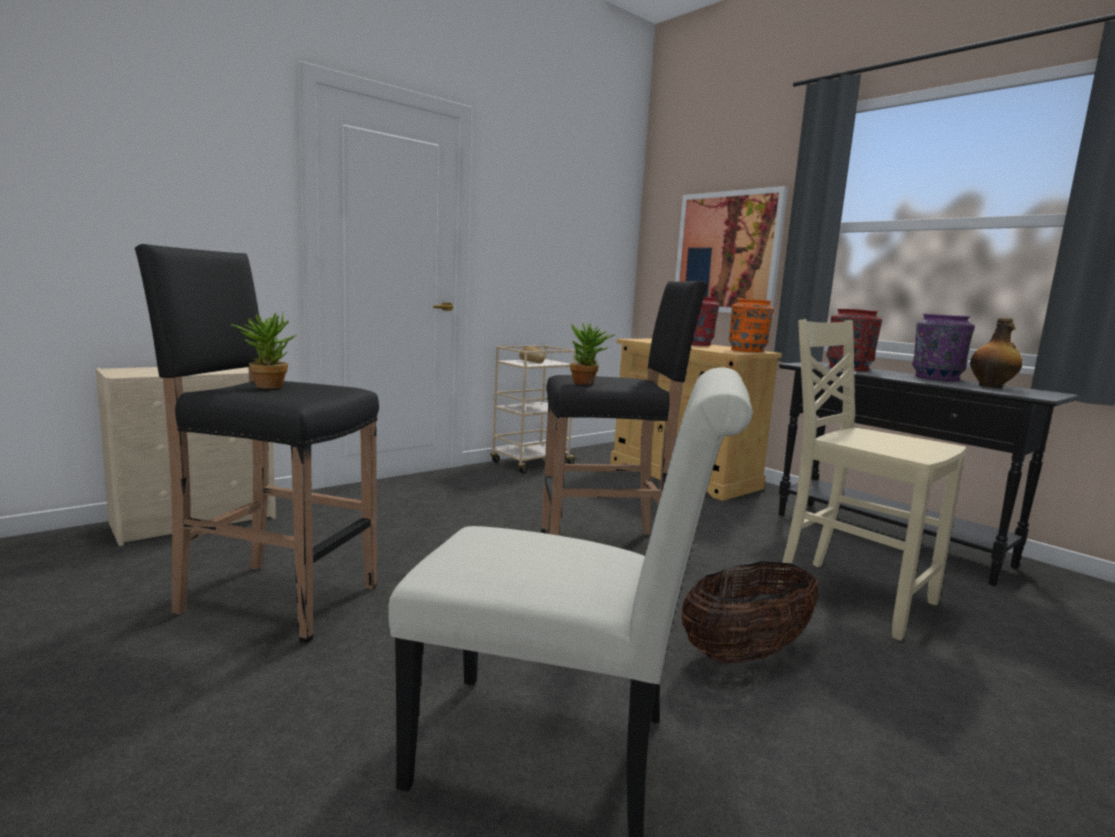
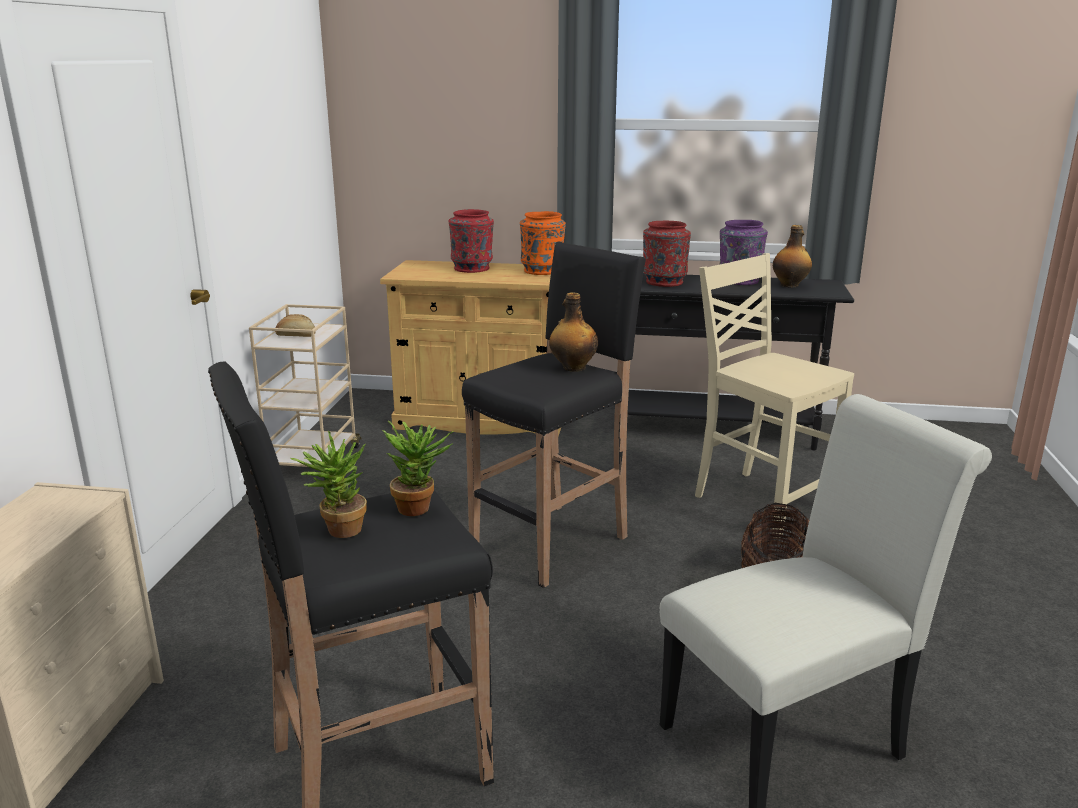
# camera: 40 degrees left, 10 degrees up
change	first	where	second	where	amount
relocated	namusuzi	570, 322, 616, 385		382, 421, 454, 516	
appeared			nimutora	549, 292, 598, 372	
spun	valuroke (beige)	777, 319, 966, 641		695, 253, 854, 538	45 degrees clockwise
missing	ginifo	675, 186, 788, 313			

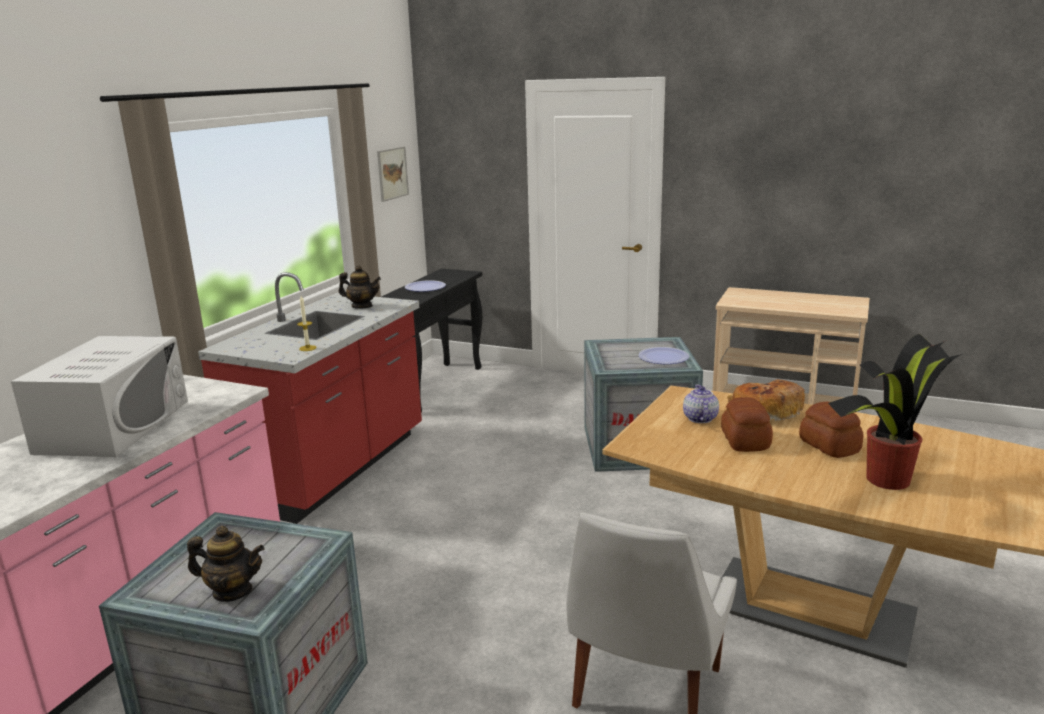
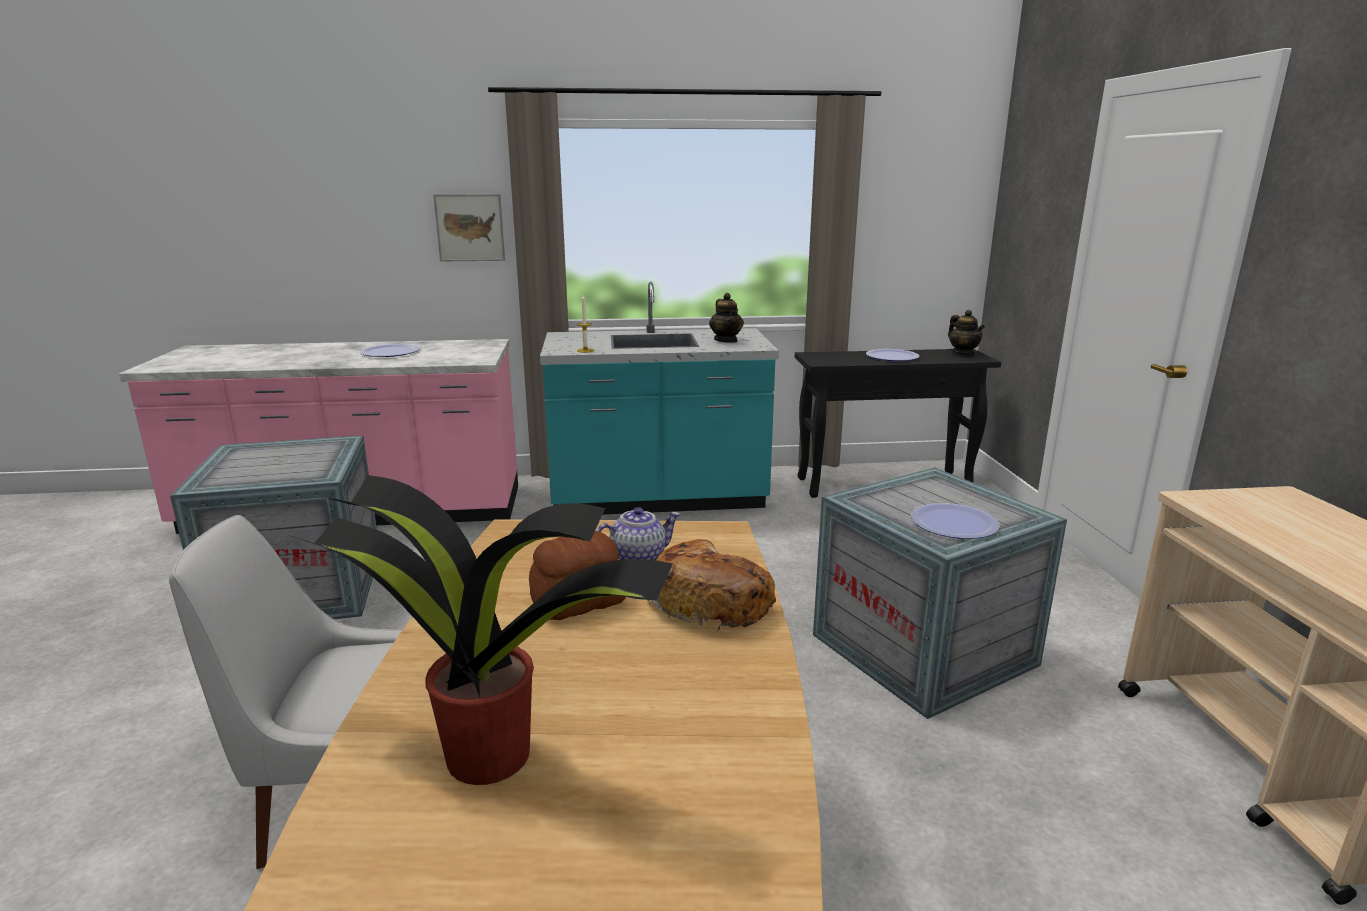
# camera: 60 degrees right, 0 degrees up
change	first	where	second	where	amount
exchanged	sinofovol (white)	11, 336, 188, 457	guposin	360, 344, 420, 357	
relocated	ginifo	377, 146, 409, 202		433, 194, 505, 262	
colour	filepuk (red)	198, 272, 422, 524	filepuk (turquoise)	540, 282, 779, 515	
relocated	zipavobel	187, 526, 265, 602		948, 310, 985, 356	
missing	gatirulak	799, 401, 863, 458			

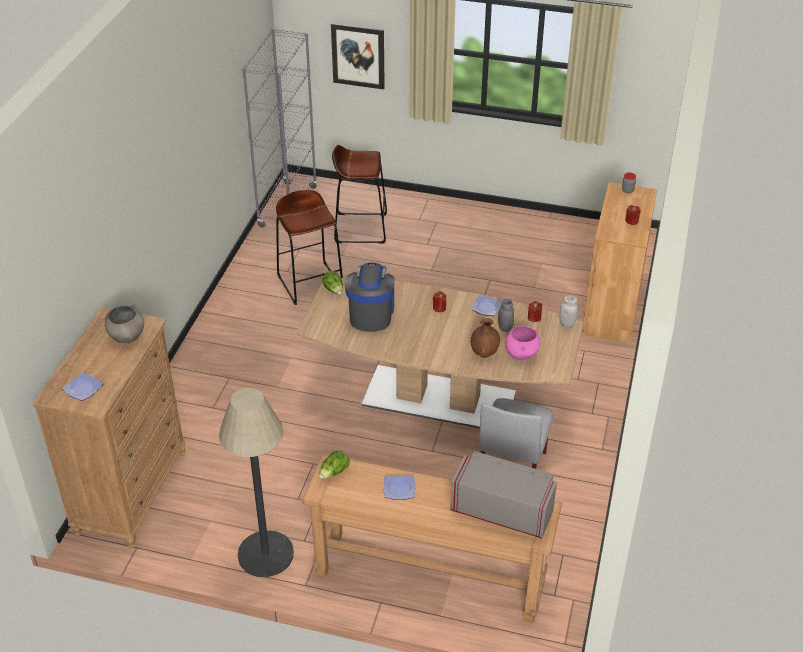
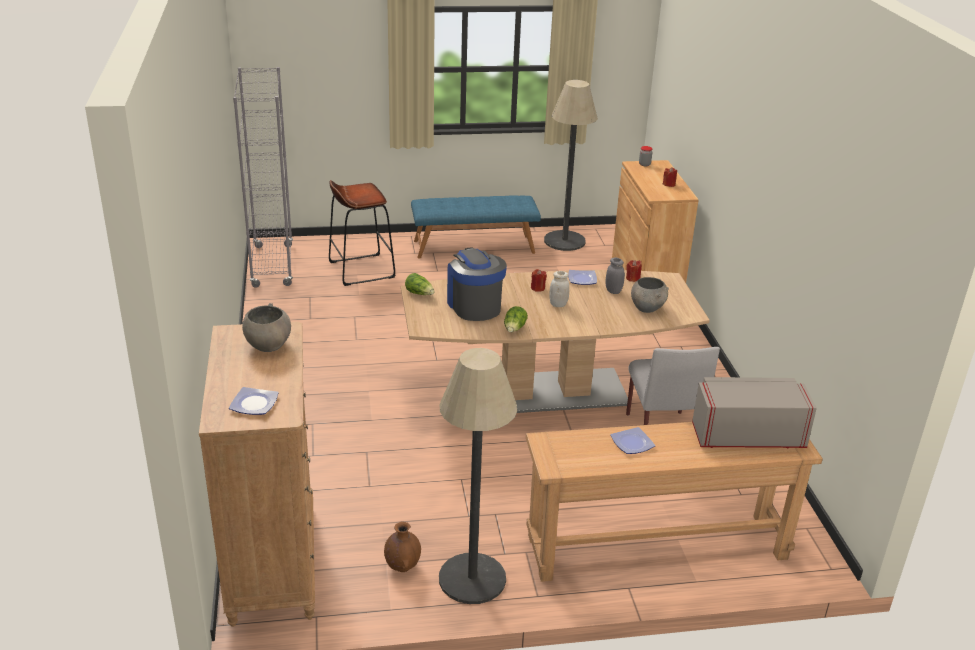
# camera: 25 degrees left, 10 degrees down
change	first	where	second	where	amount
relocated	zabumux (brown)	471, 318, 500, 358		384, 522, 421, 572	
appeared			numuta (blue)	411, 195, 541, 259	
relocated	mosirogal	319, 450, 350, 479		504, 306, 528, 332	
appeared			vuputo	544, 80, 598, 251	
relocated	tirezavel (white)	560, 295, 578, 327		550, 271, 569, 307	
colour	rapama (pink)	505, 326, 541, 360	rapama (grey)	631, 277, 669, 313	
missing	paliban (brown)	276, 190, 343, 305			
missing	ginifo	331, 23, 385, 89			

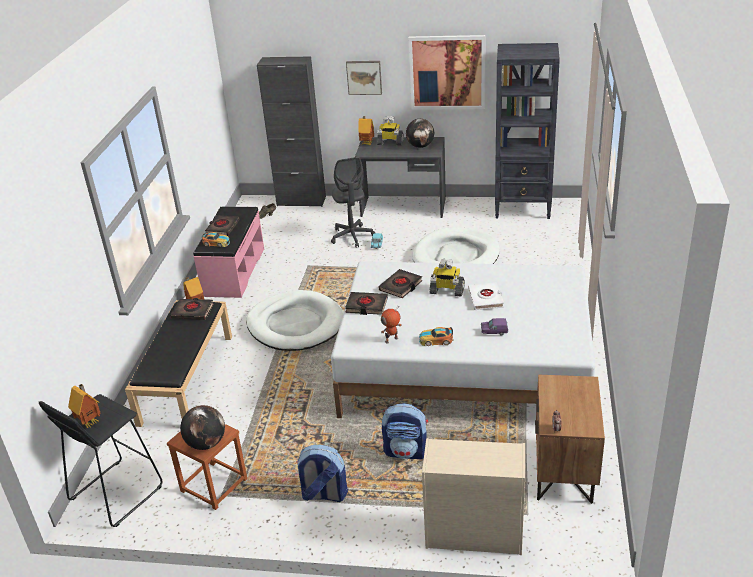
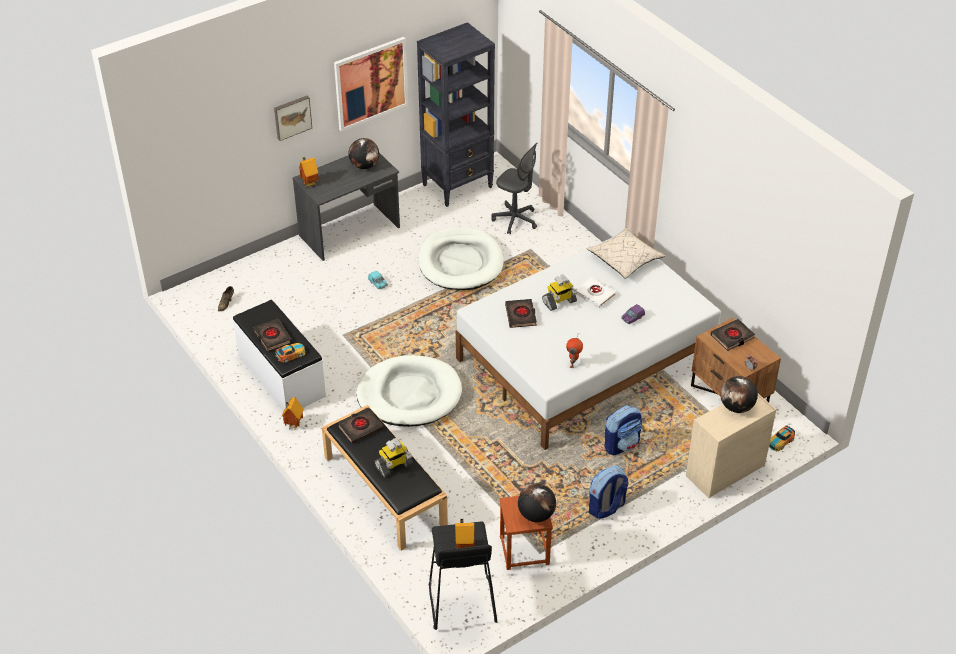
# camera: 45 degrees left, 10 degrees up
change	first	where	second	where	amount
colour	numuta (pink)	193, 207, 264, 298	numuta (white)	233, 300, 326, 411	
relocated	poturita	377, 116, 404, 145		374, 438, 413, 477	
relocated	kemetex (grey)	331, 157, 375, 248		491, 143, 537, 235	
appeared			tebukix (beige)	586, 228, 665, 279	
relocated	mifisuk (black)	345, 292, 388, 315		710, 319, 755, 351	
appeared			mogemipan	720, 376, 758, 413	
relocated	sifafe	419, 327, 454, 346		769, 425, 795, 451	
missing	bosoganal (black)	257, 56, 326, 207			

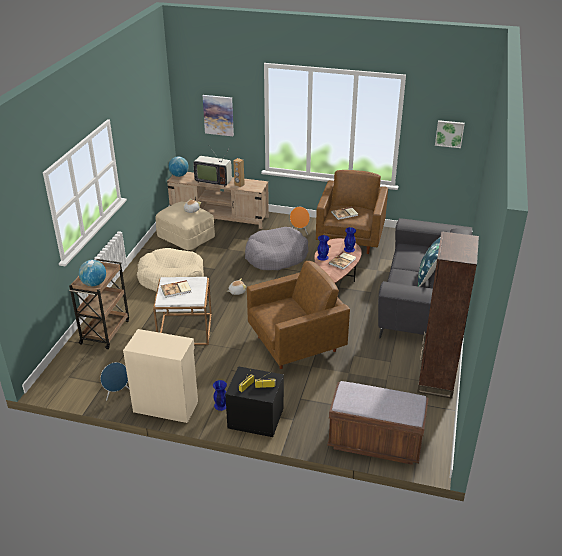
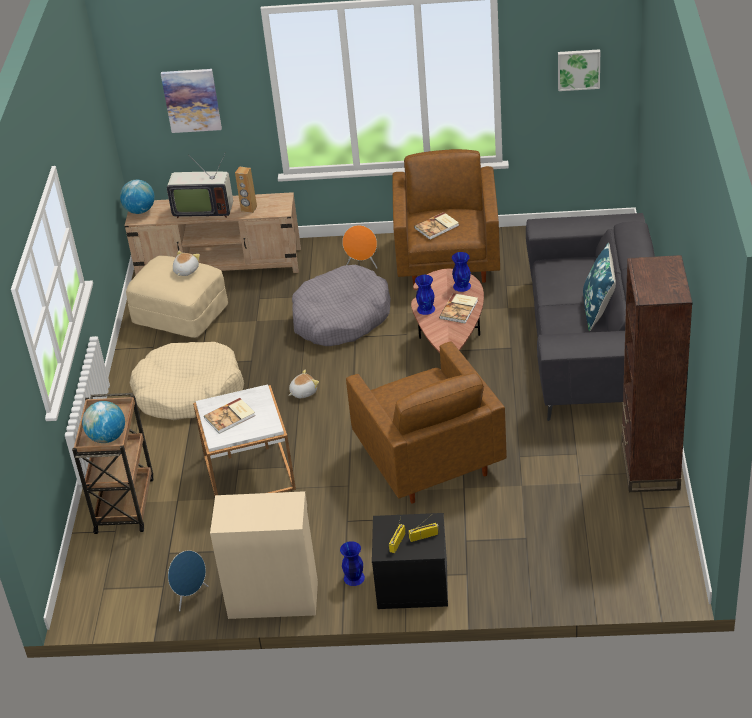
# camera: 10 degrees left, 5 degrees up
change	first	where	second	where	amount
spun	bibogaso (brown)	247, 261, 350, 369		346, 341, 507, 504	105 degrees clockwise
missing	numuta (brown)	327, 381, 429, 465			

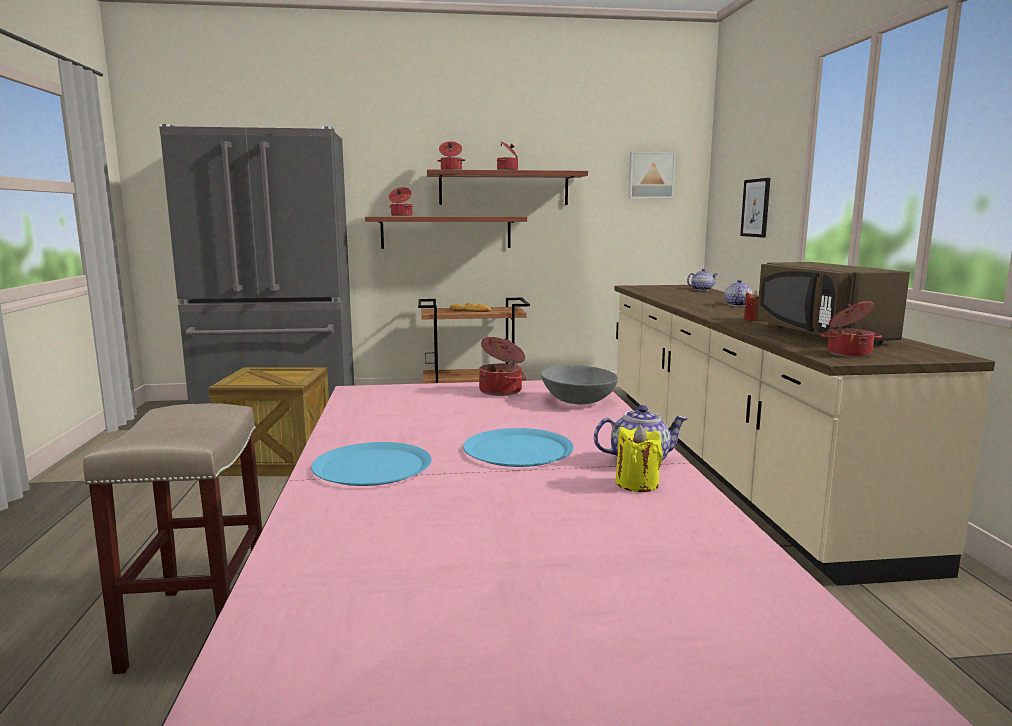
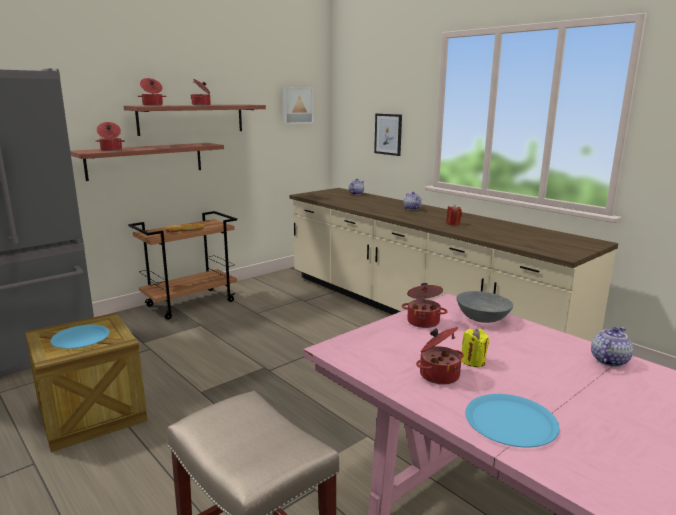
# camera: 35 degrees left, 5 degrees up
change	first	where	second	where	amount
relocated	guposin (blue)	463, 428, 574, 467		50, 325, 110, 349	
relocated	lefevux	821, 301, 882, 357		416, 327, 464, 385	
relocated	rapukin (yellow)	616, 425, 663, 492		461, 329, 489, 367	
missing	sinofovol (brown)	757, 262, 910, 344			

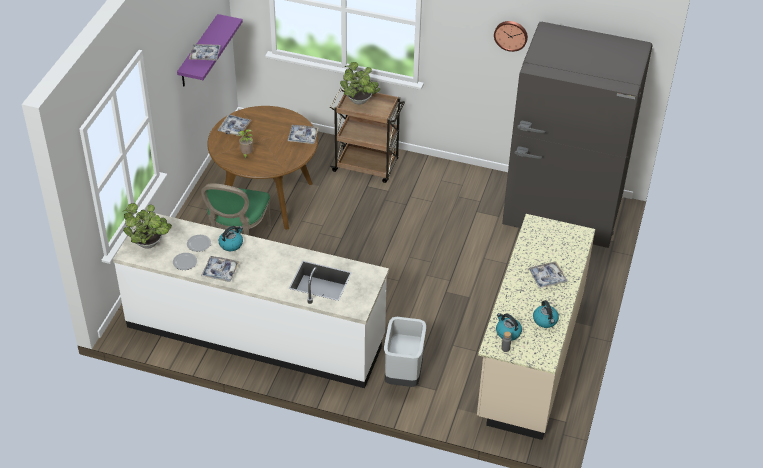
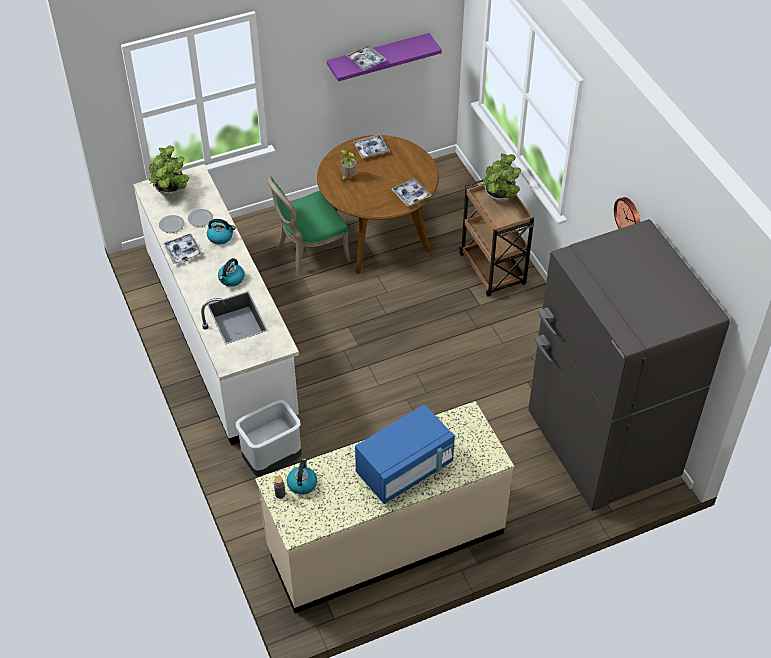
# camera: 50 degrees right, 5 degrees up
change	first	where	second	where	amount
relocated	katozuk	533, 300, 559, 328		218, 258, 244, 287	
exchanged	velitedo	528, 261, 568, 288	sinofovol (blue)	355, 405, 455, 504	

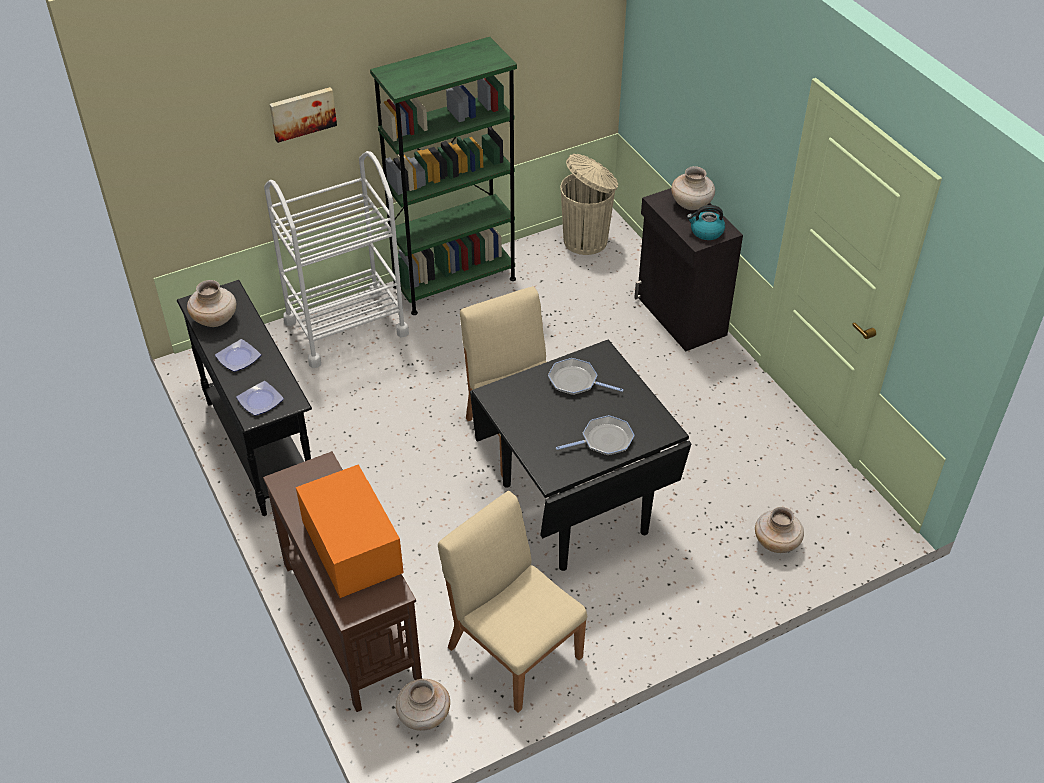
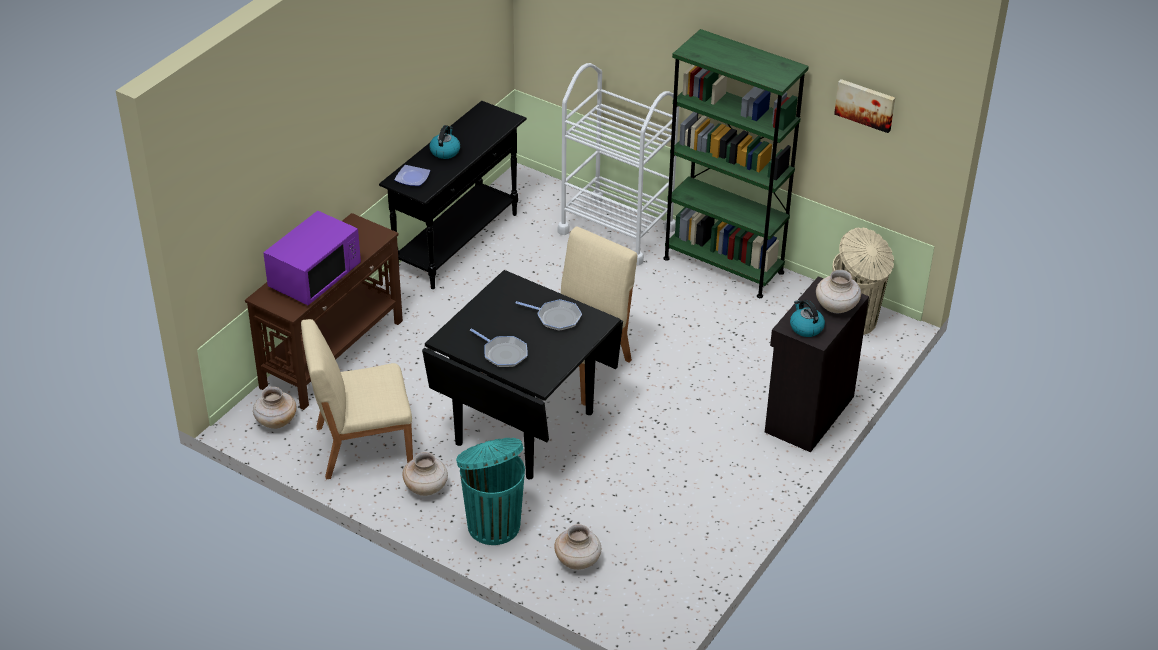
# camera: 60 degrees right, 5 degrees down
change	first	where	second	where	amount
colour	sinofovol (orange)	296, 464, 404, 598	sinofovol (purple)	263, 211, 361, 305	
spun	valuroke (beige)	438, 491, 587, 713		301, 319, 413, 480	120 degrees counterclockwise
relocated	zabumux (beige)	187, 280, 236, 327		402, 452, 448, 496	
exchanged	guposin	215, 339, 261, 372	katozuk	429, 125, 460, 159	
appeared			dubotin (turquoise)	456, 438, 525, 545	
spun	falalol	548, 358, 624, 395		516, 299, 582, 331	120 degrees clockwise
relocated	ginifo	269, 87, 337, 143		834, 79, 895, 133	

